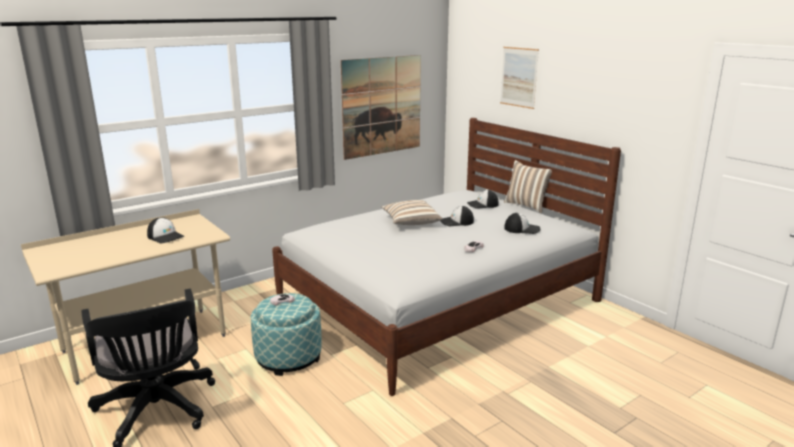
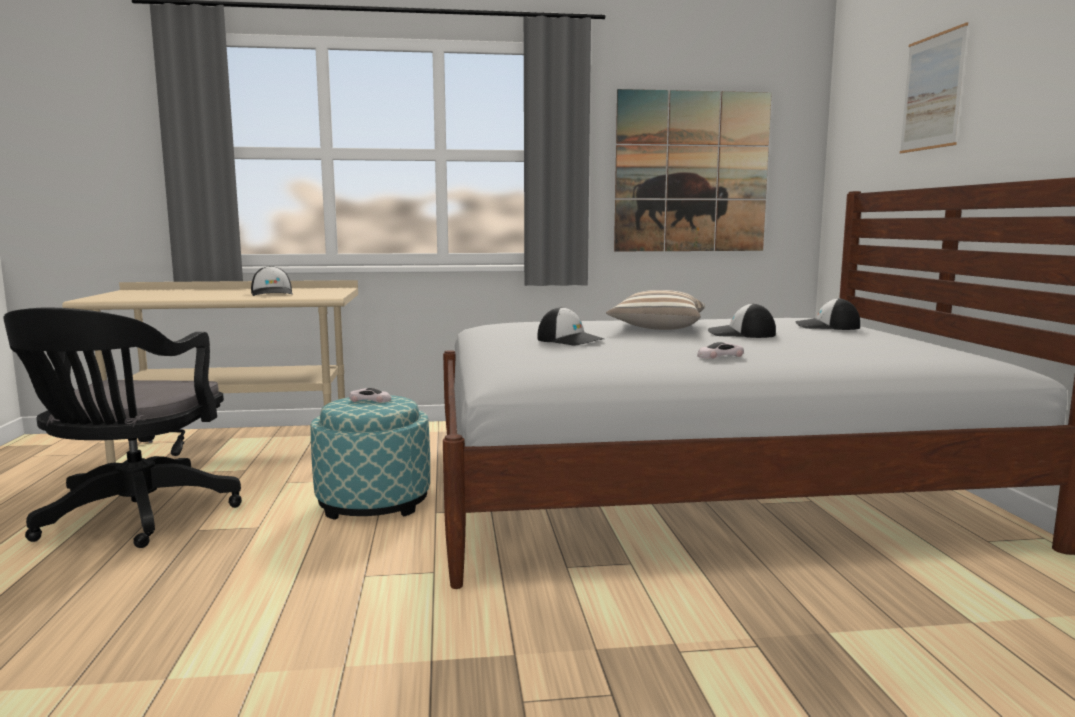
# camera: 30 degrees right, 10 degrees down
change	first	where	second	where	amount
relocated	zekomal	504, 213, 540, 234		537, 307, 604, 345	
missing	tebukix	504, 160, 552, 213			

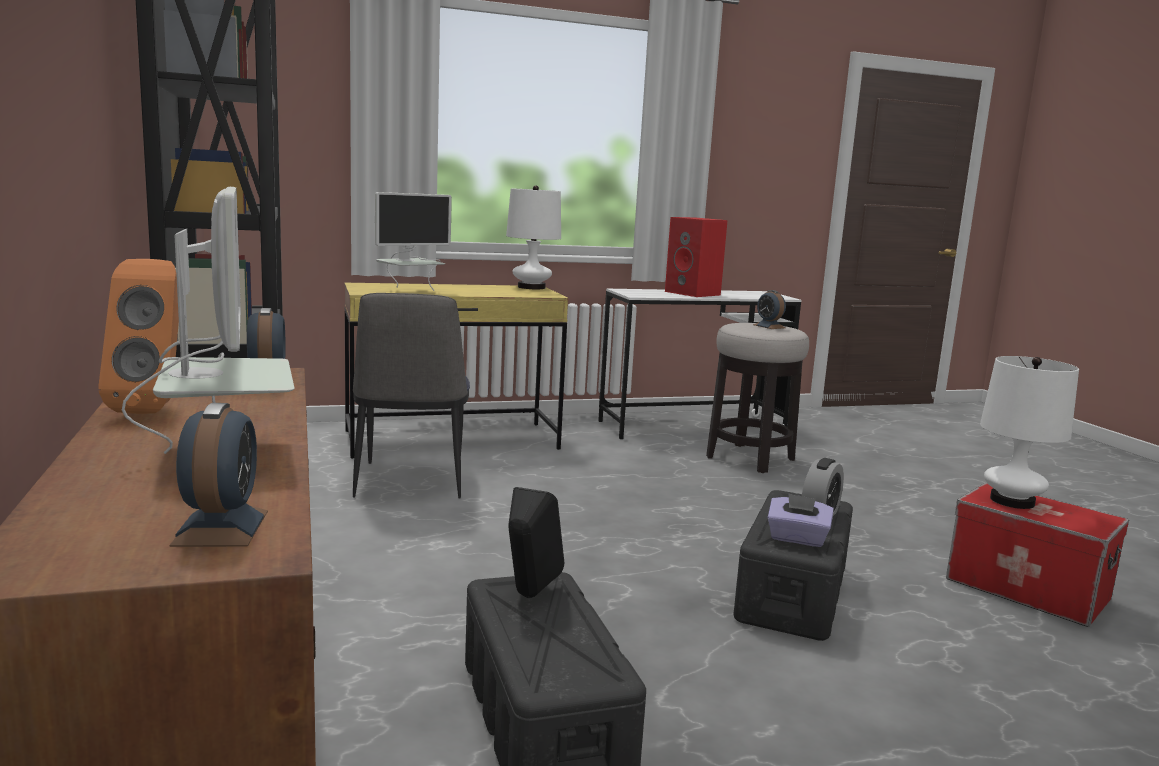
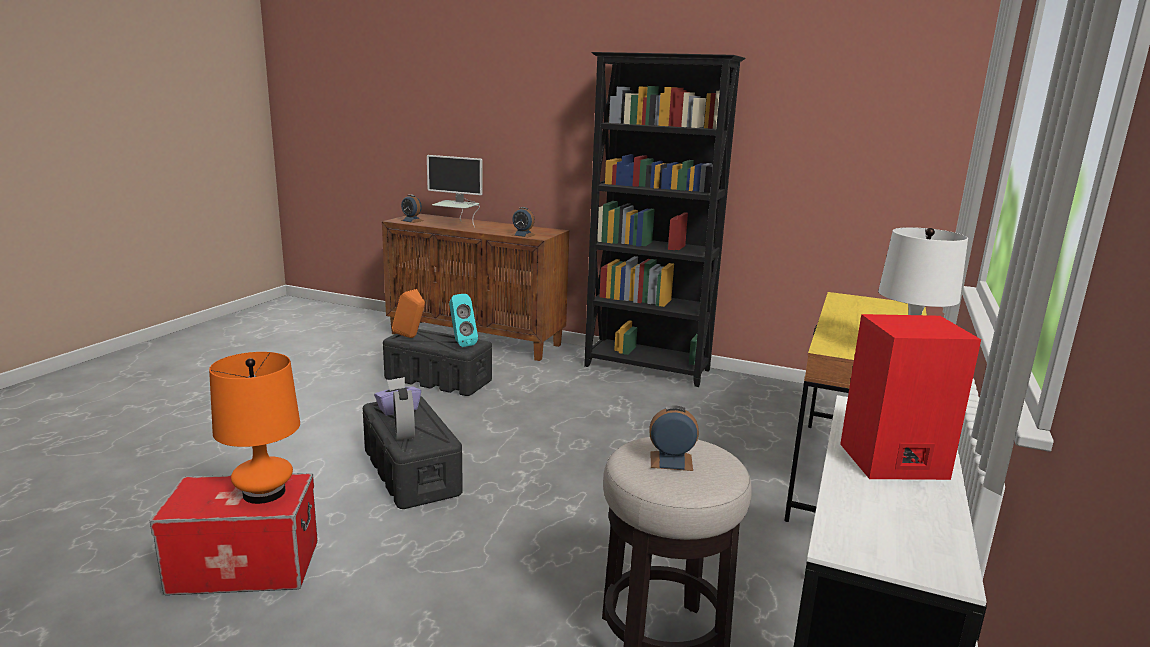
# camera: 130 degrees right, 5 degrees up
change	first	where	second	where	amount
colour	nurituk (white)	980, 356, 1079, 509	nurituk (orange)	209, 352, 300, 504	
relocated	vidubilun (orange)	99, 259, 179, 414		392, 289, 425, 338	
colour	vidubilun (black)	508, 487, 564, 598	vidubilun (turquoise)	449, 294, 478, 347	
missing	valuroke	353, 293, 470, 499			
missing	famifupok	375, 192, 452, 291			

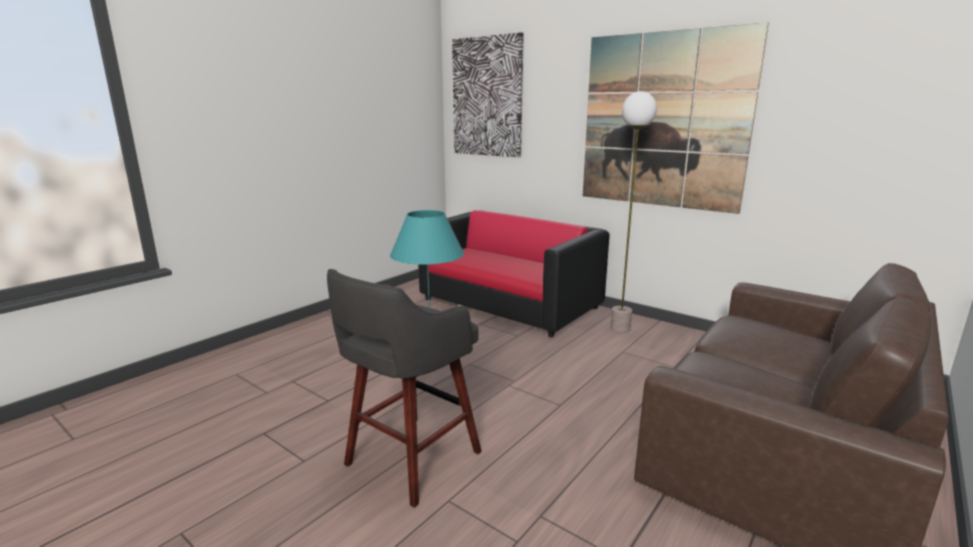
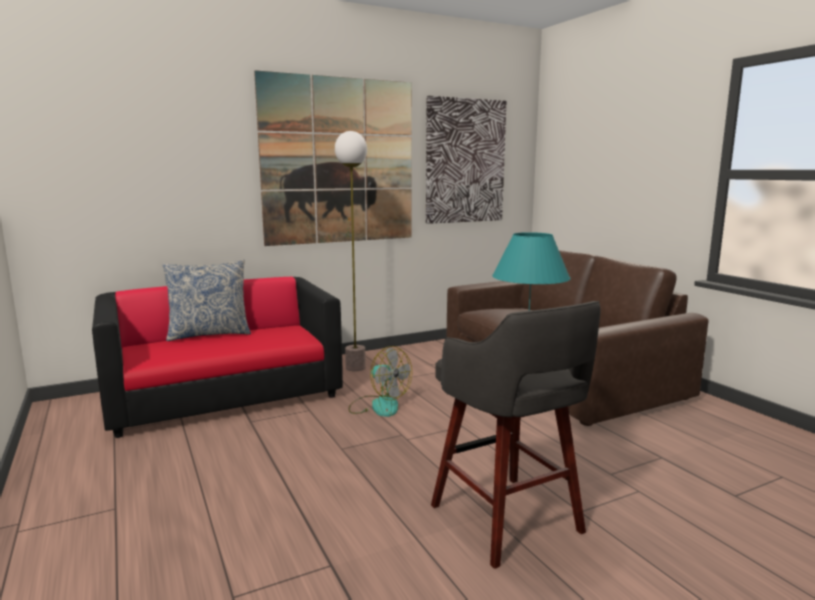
# camera: 65 degrees left, 5 degrees down
change	first	where	second	where	amount
appeared			tebukix	162, 260, 251, 341	
appeared			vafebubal	349, 346, 412, 417	
relocated	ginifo	452, 32, 524, 157		426, 96, 506, 224	

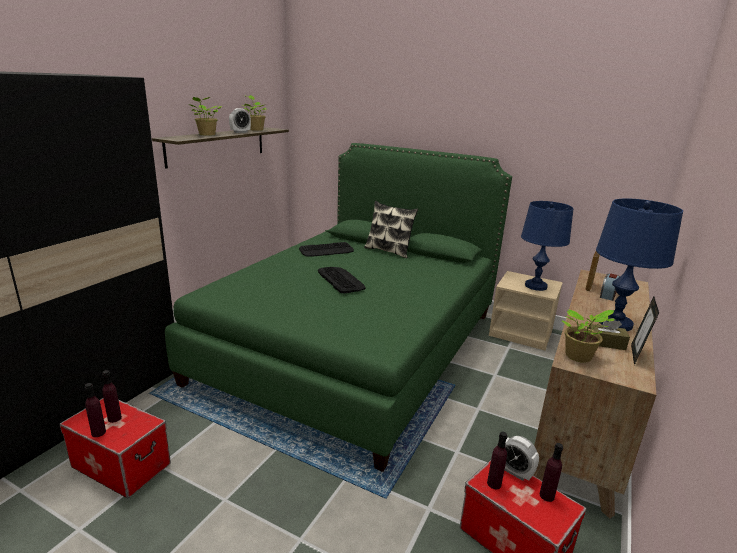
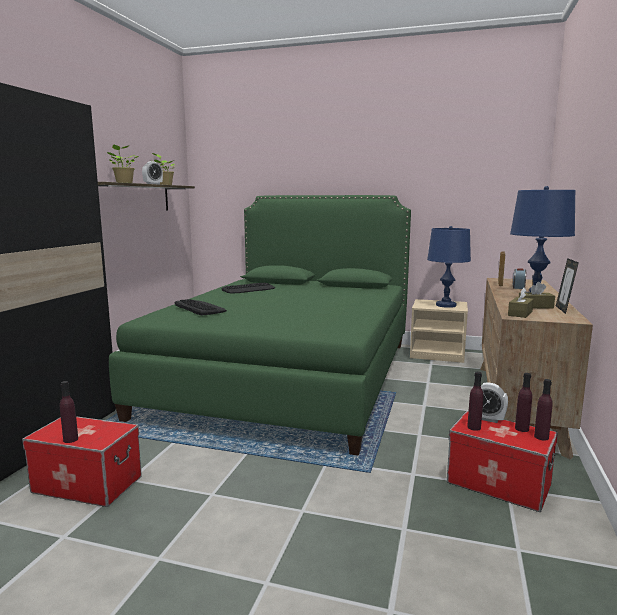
# camera: 10 degrees left, 10 degrees down
change	first	where	second	where	amount
relocated	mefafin	318, 267, 366, 293		175, 299, 227, 315	
exchanged	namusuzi	561, 310, 615, 363	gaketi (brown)	508, 287, 534, 318	
relocated	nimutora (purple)	102, 370, 122, 423		534, 379, 553, 441	
missing	tebukix	364, 201, 418, 258			

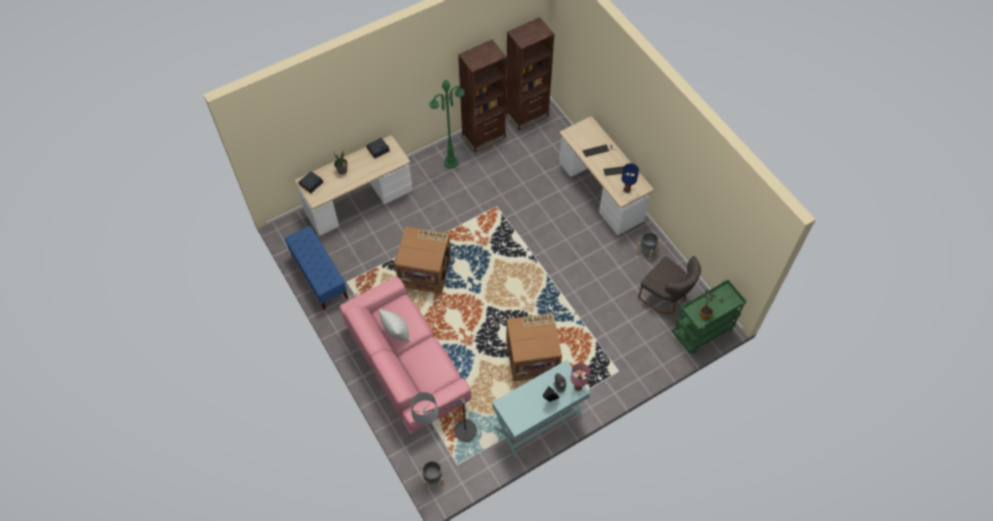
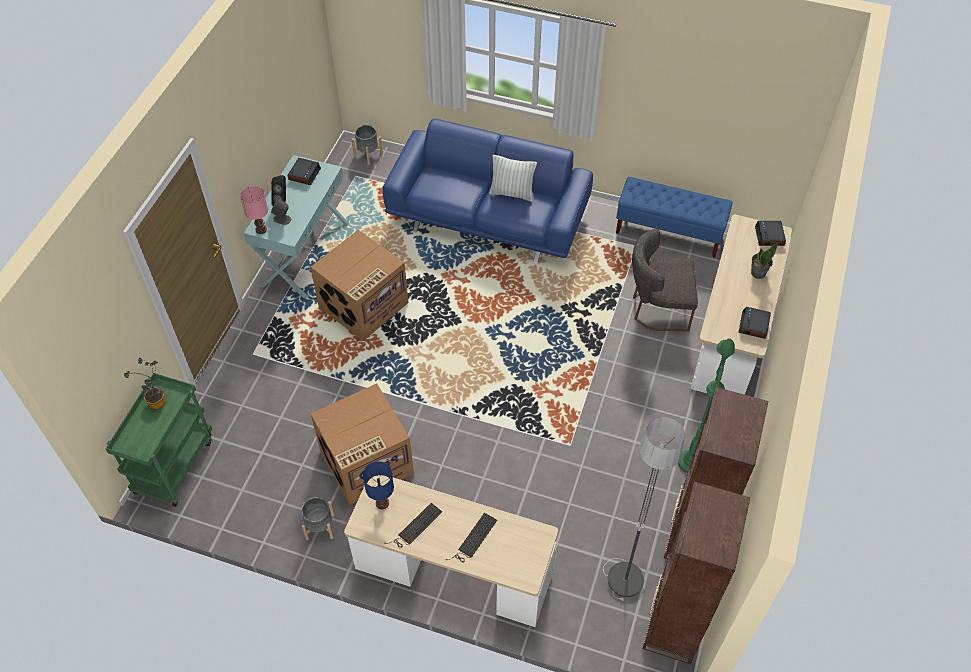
# camera: 140 degrees right, 5 degrees down
change	first	where	second	where	amount
appeared			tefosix	287, 158, 321, 185	
relocated	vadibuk	395, 227, 451, 294		310, 384, 414, 505	
colour	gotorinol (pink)	340, 277, 472, 434	gotorinol (blue)	383, 119, 593, 264	
relocated	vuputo	411, 392, 477, 442		603, 417, 685, 601	
relocated	valuroke (grey)	638, 256, 701, 314		632, 228, 698, 331	

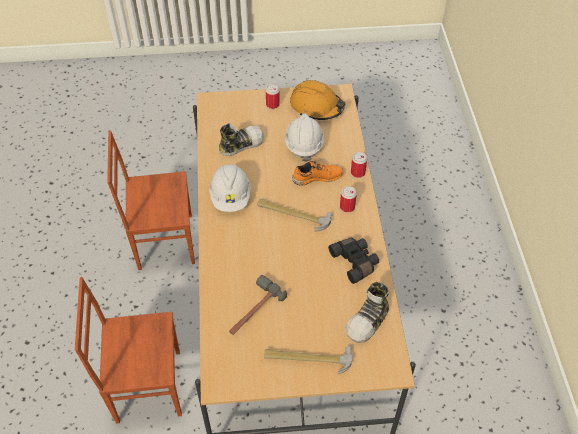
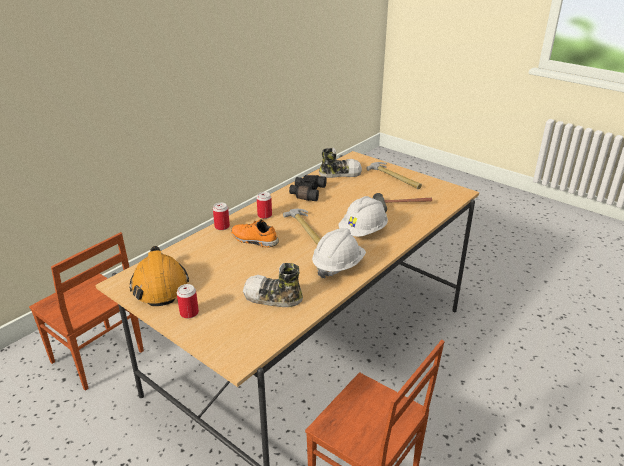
# camera: 135 degrees left, 20 degrees down
change	first	where	second	where	amount
relocated	valuroke (brown)	75, 277, 182, 424		29, 232, 144, 391	
relocated	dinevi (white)	285, 114, 324, 162		338, 196, 388, 237	

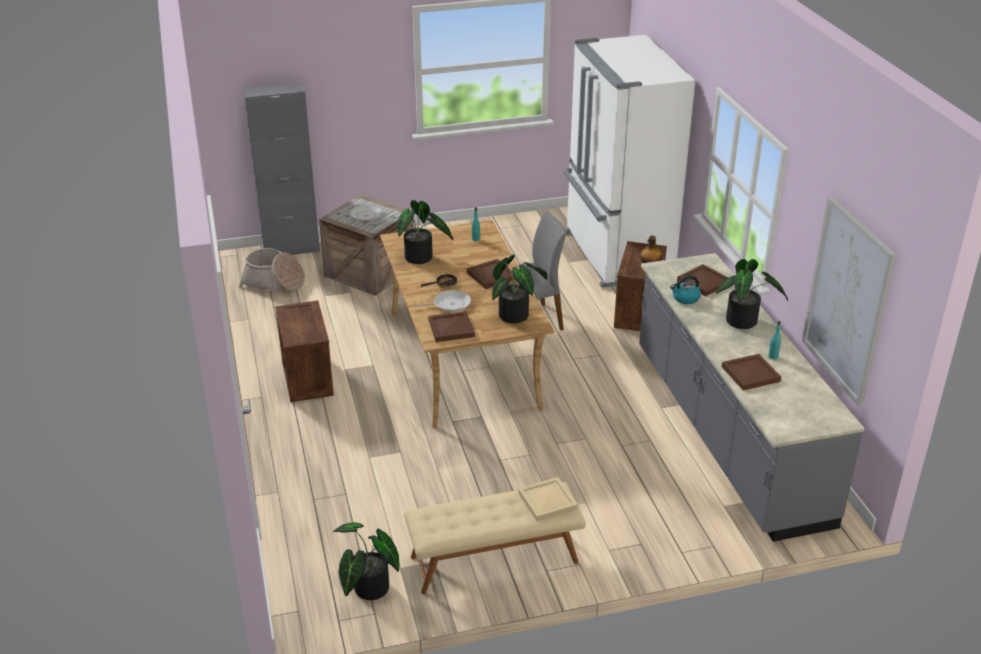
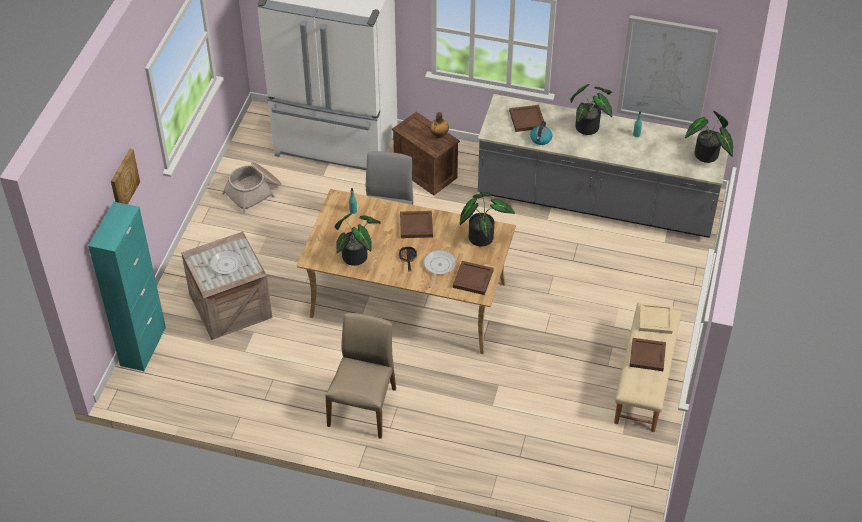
# camera: 60 degrees left, 15 degrees up
change	first	where	second	where	amount
colour	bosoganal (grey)	243, 82, 320, 255	bosoganal (turquoise)	88, 202, 166, 371	
appeared			ginifo	111, 149, 140, 204	
relocated	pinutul	239, 248, 305, 295		222, 162, 282, 214	
exchanged	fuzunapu	275, 300, 334, 402	valuroke (beige)	325, 313, 396, 439	
relocated	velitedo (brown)	722, 354, 781, 391		630, 338, 666, 371	
relocated	namusuzi	333, 522, 399, 600		685, 111, 733, 163	

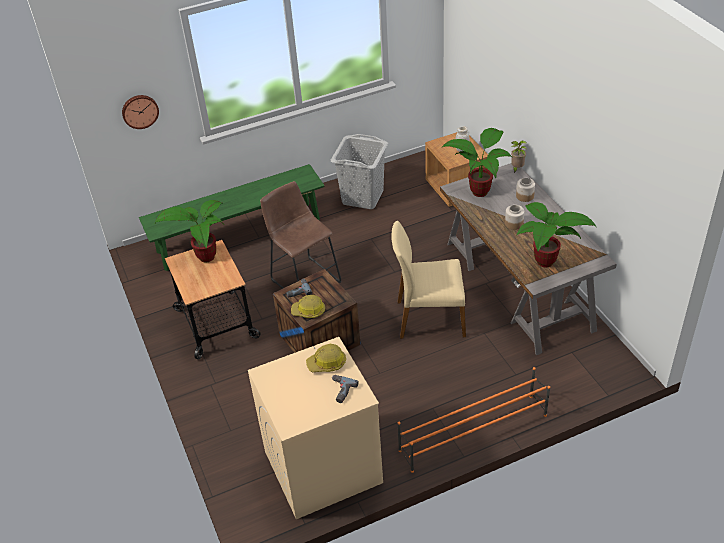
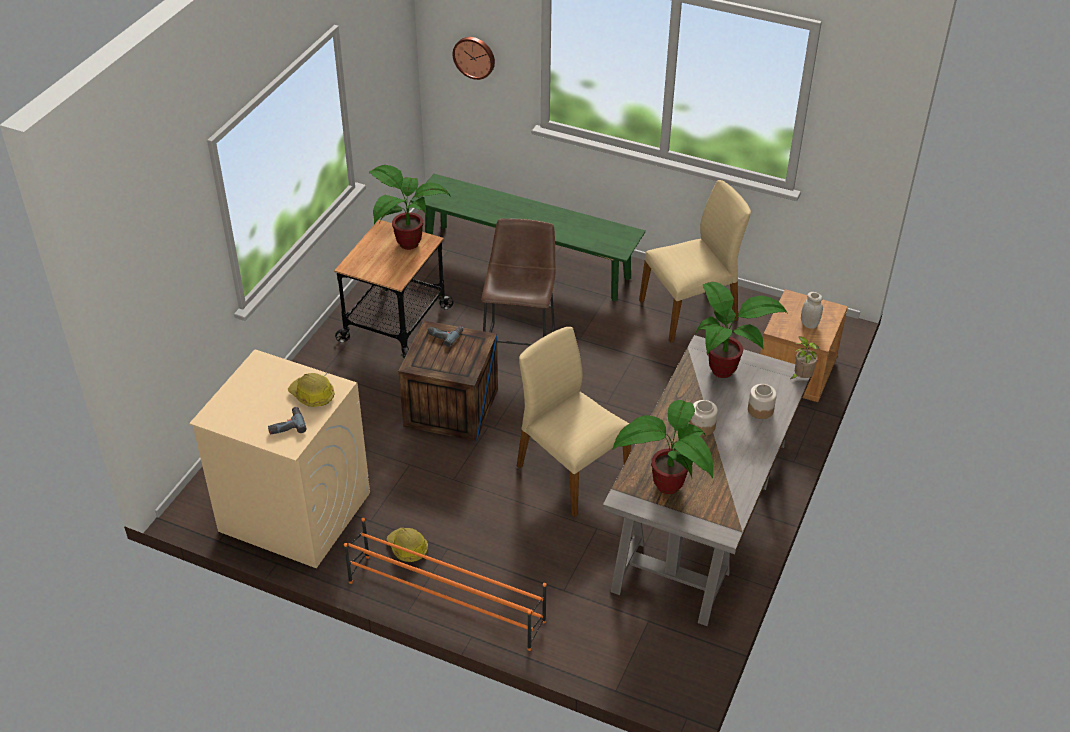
# camera: 45 degrees right, 0 degrees up
change	first	where	second	where	amount
relocated	dinevi	291, 295, 325, 318		387, 528, 428, 562	
exchanged	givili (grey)	331, 134, 388, 209	valuroke (beige)	639, 180, 751, 343	

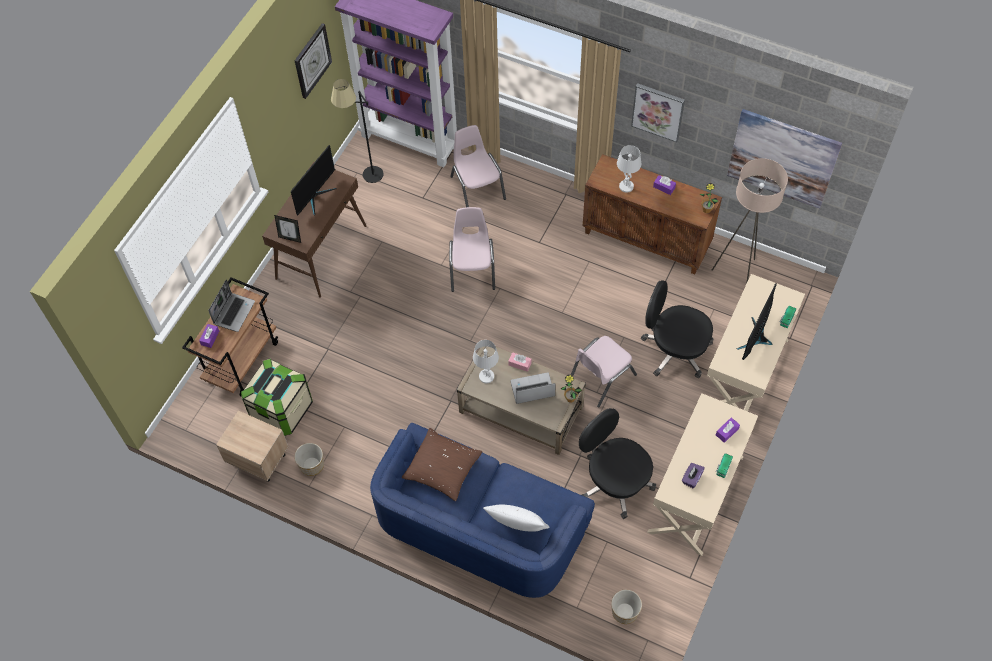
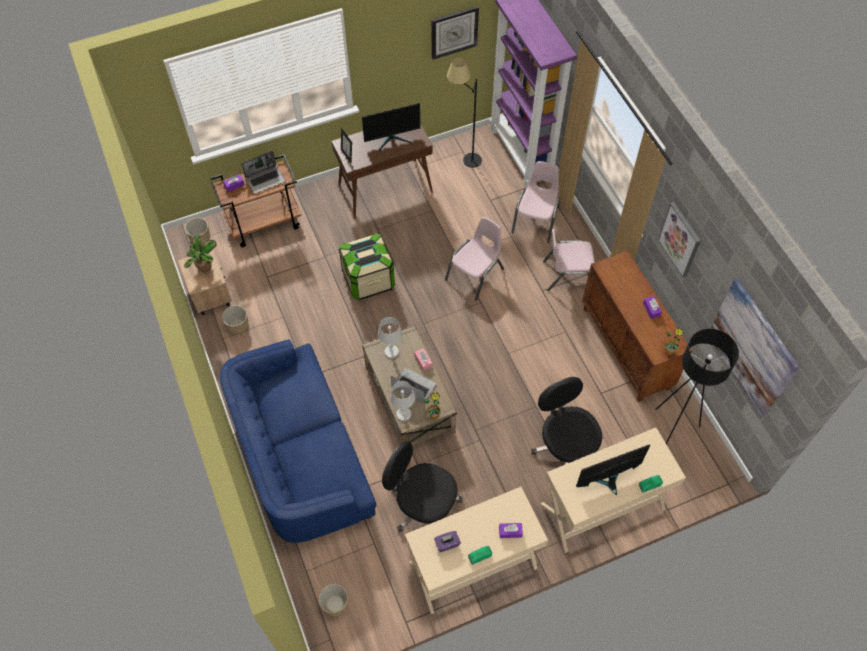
# camera: 40 degrees right, 0 degrees up
change	first	where	second	where	amount
appeared			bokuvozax	184, 218, 210, 246	
appeared			namusuzi	184, 235, 217, 272	
relocated	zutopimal	241, 359, 313, 436		339, 233, 395, 300	
spun	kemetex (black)	579, 408, 656, 519		382, 441, 463, 532	60 degrees counterclockwise
relocated	nurituk (white)	617, 145, 641, 193		390, 381, 415, 421	
relocated	valuroke (pink)	571, 336, 637, 408		543, 229, 595, 291	
colour	vuputo (beige)	712, 158, 788, 284	vuputo (black)	655, 329, 739, 444	
missing	tebukix (brown)	402, 428, 483, 501			
missing	tebukix (white)	483, 505, 550, 532			

